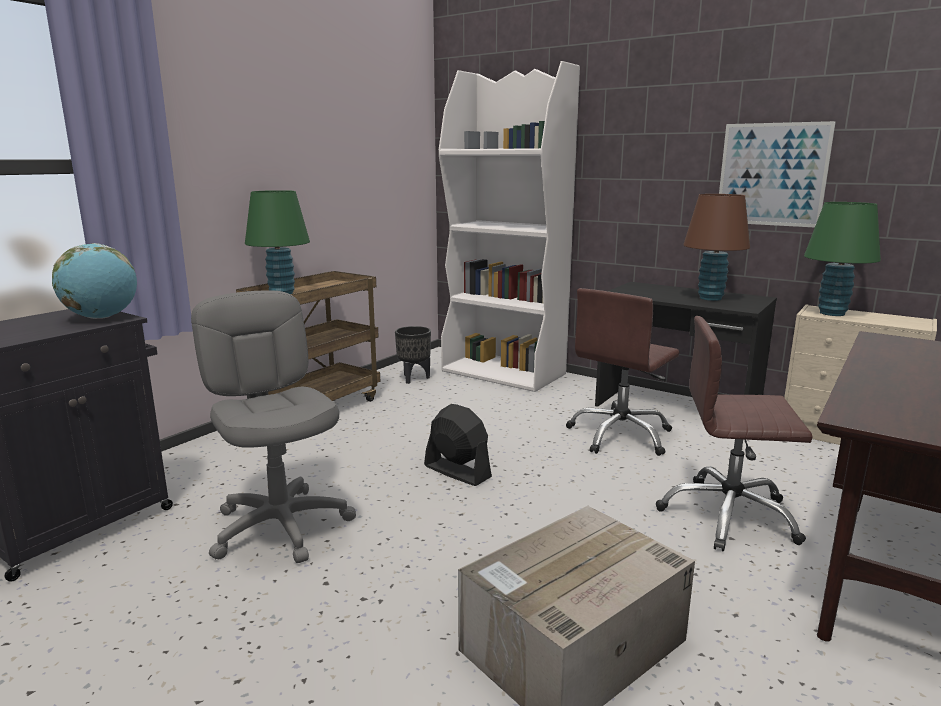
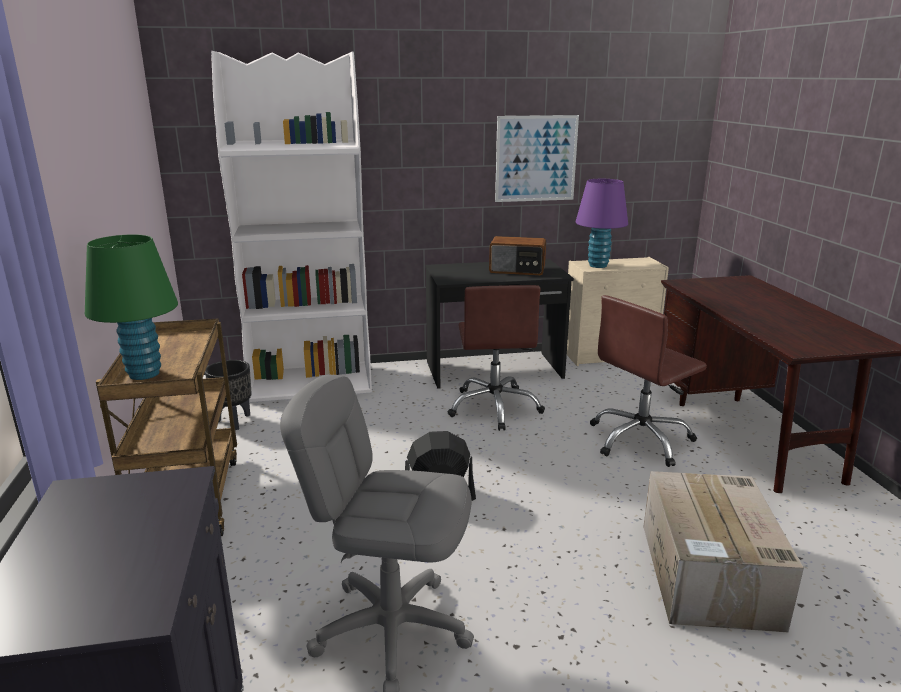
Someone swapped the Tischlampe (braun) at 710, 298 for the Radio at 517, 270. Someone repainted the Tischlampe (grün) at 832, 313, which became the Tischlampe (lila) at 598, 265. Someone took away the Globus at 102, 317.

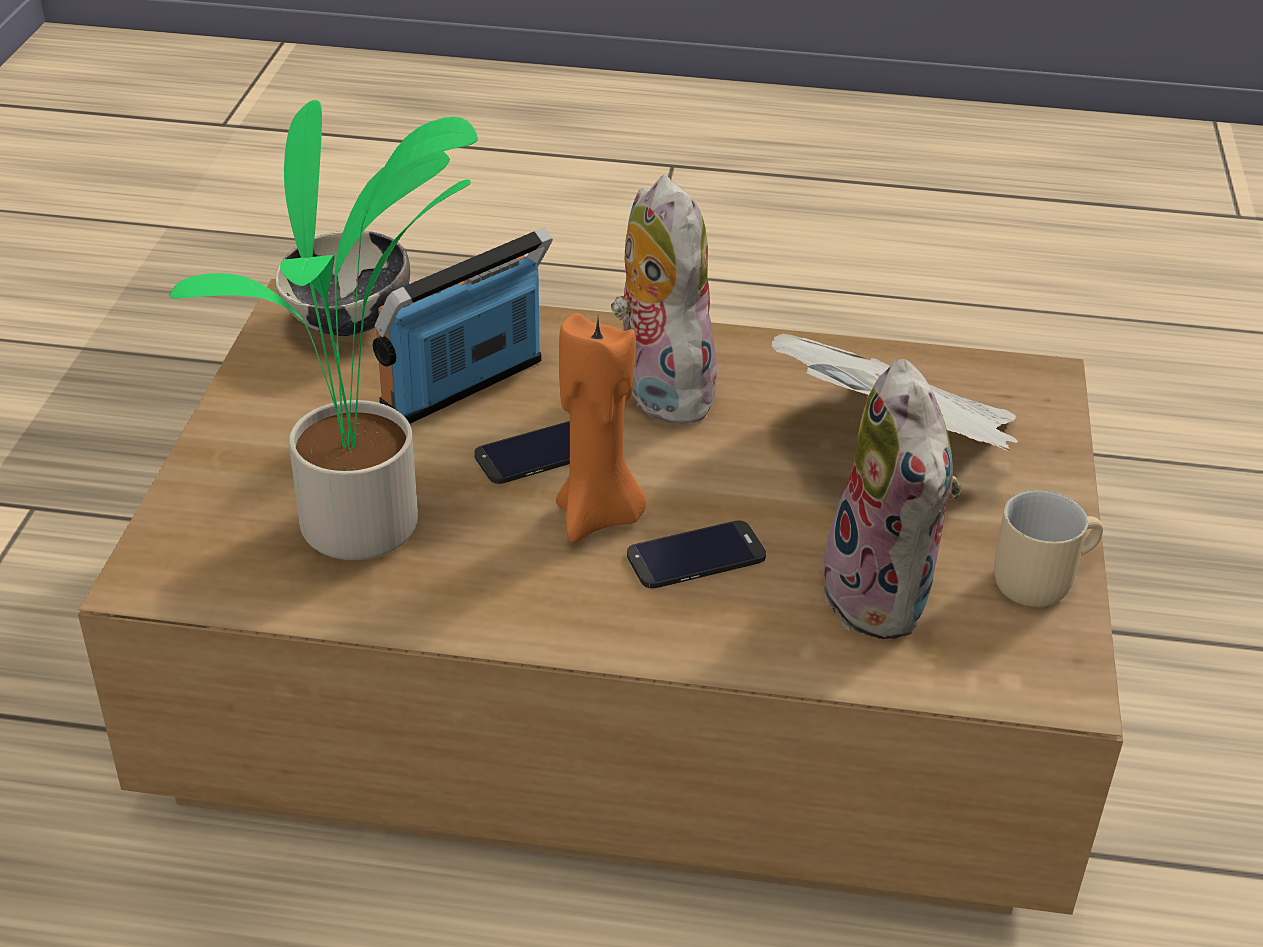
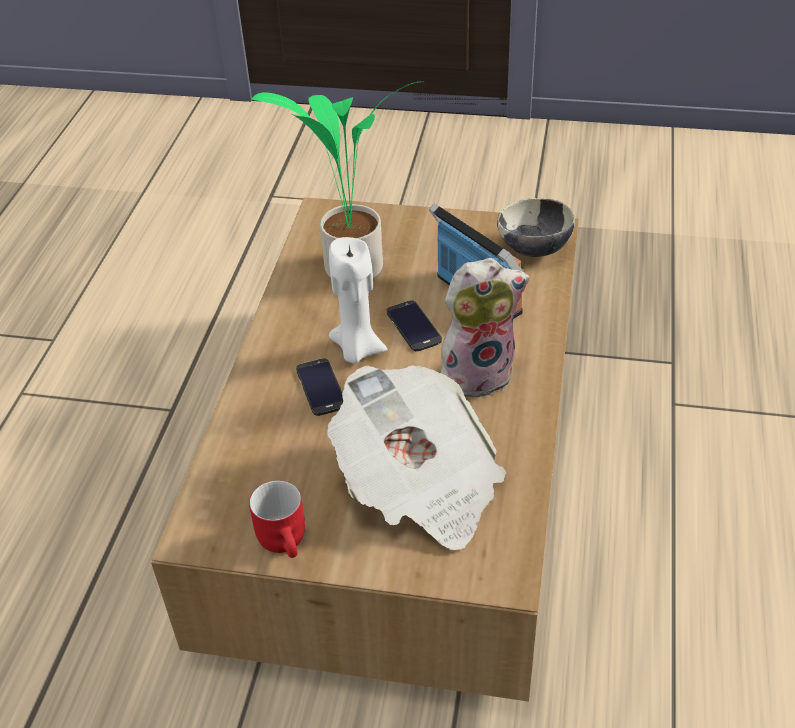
Someone repainted the Henkelbecher (beige) at 1038, 577, which became the Henkelbecher (rot) at 287, 540. Someone repainted the Kerze (orange) at 598, 516, which became the Kerze (weiß) at 357, 350. Someone took away the Plüschtier at 886, 597.

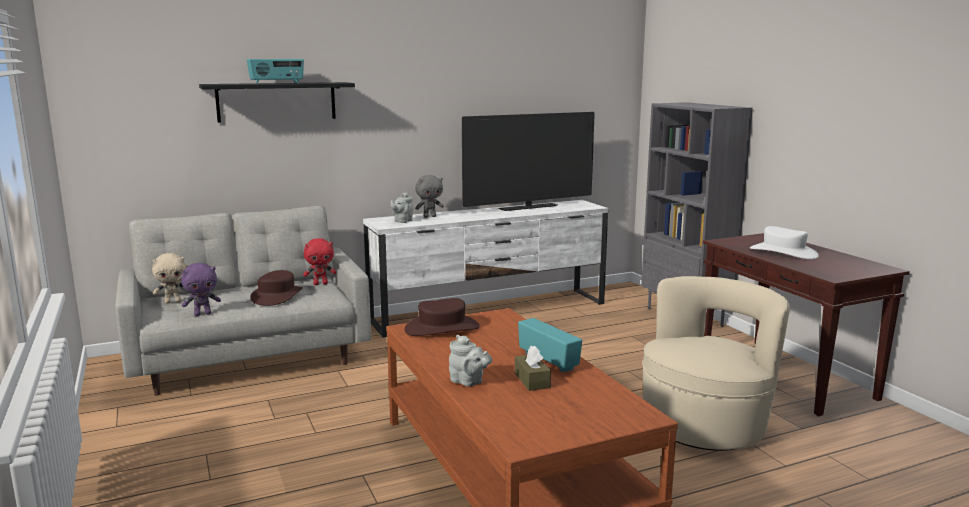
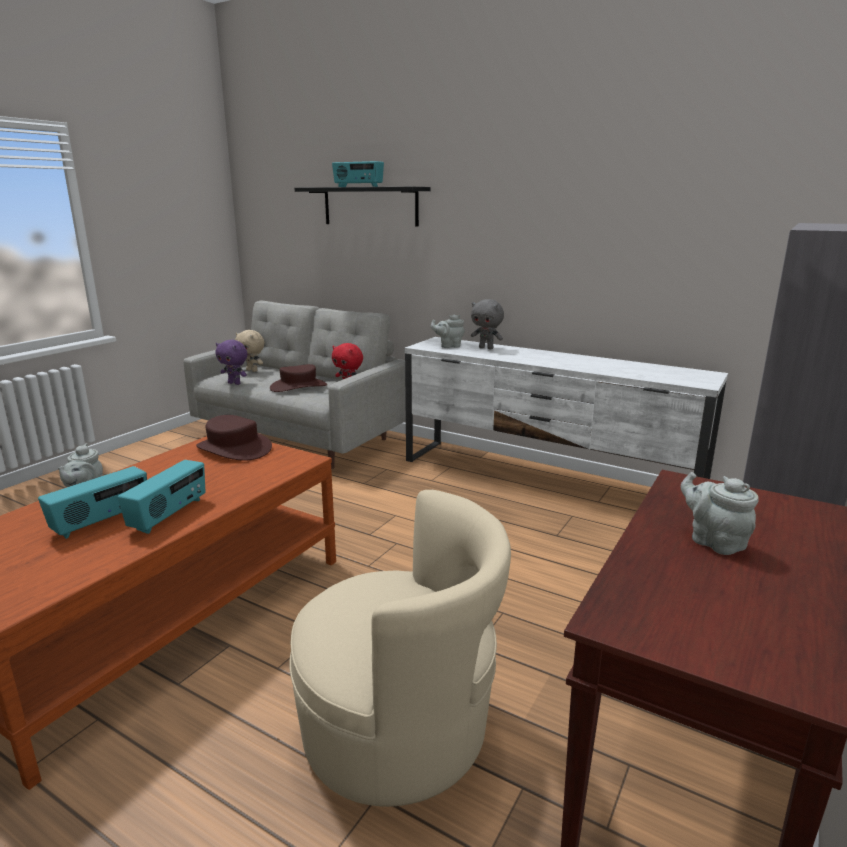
Someone swapped the Taschentuchbox (braun) at 532, 380 for the Radio at 102, 521. Someone swapped the Hut (weiß) at 783, 252 for the Teekanne (grau) at 714, 541. Someone took away the Fernseher at 528, 207.

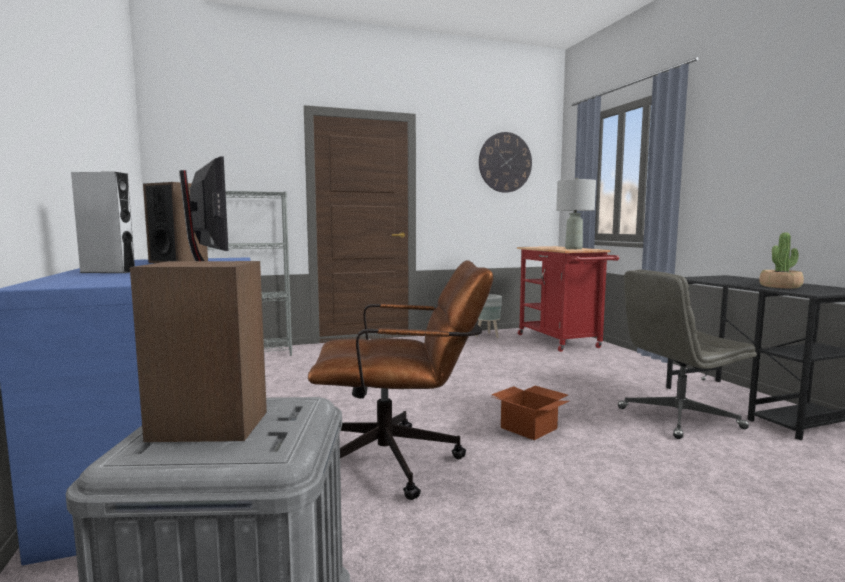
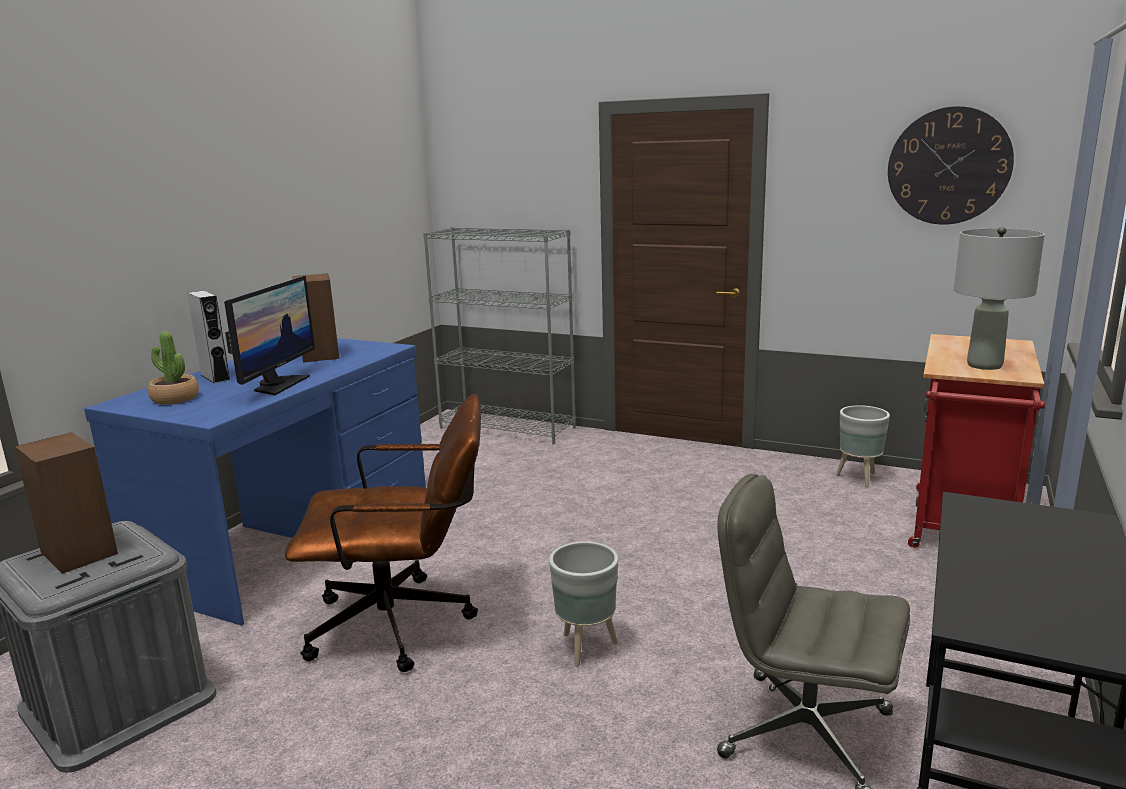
Someone carried the Topfpflanze from 780, 286 to 175, 398. Someone rotated the Bürostuhl (braun) at 400, 462 by 45 degrees counterclockwise. Someone swapped the Karton at 530, 428 for the Pflanzkübel (grau) at 587, 648.

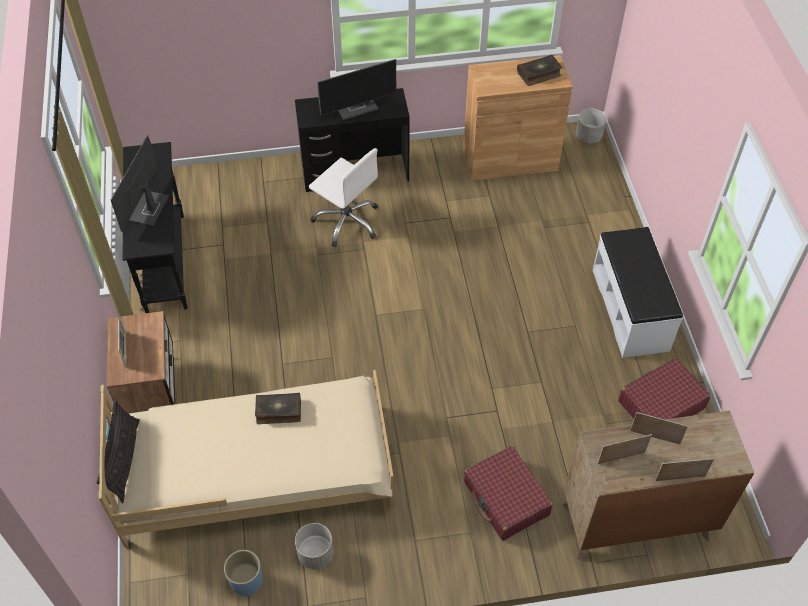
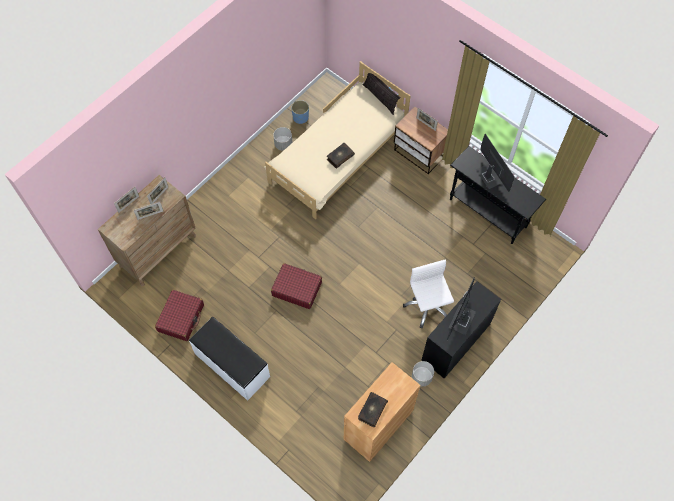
Someone carried the Koffer (rot) from 506, 499 to 296, 289. Someone rotated the Bürostuhl (weiß) at 347, 221 by 75 degrees clockwise. Someone carried the Pflanzkübel (grau) from 588, 136 to 421, 377.

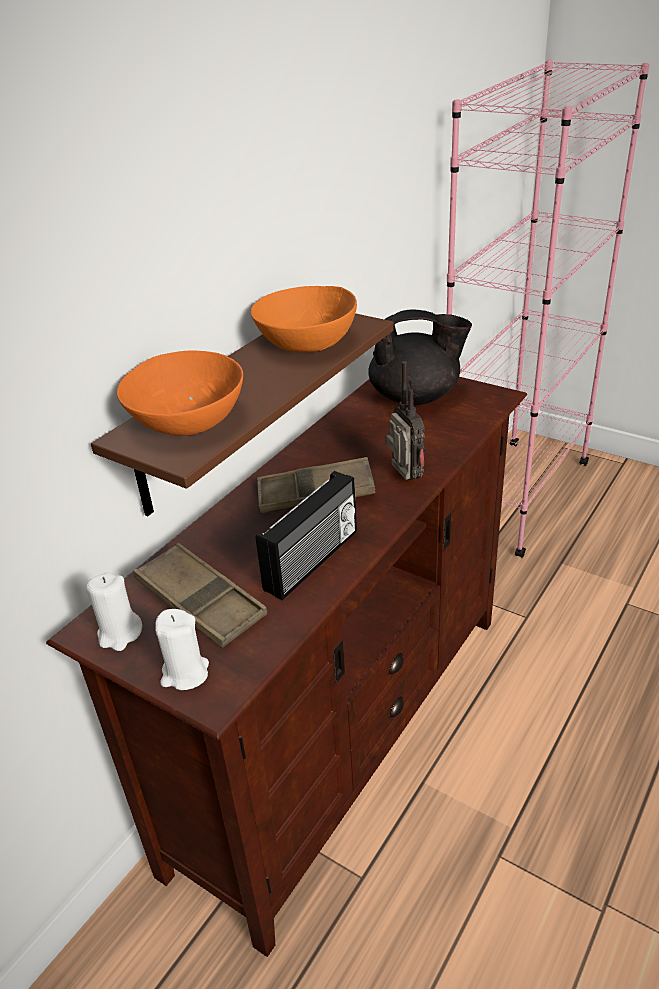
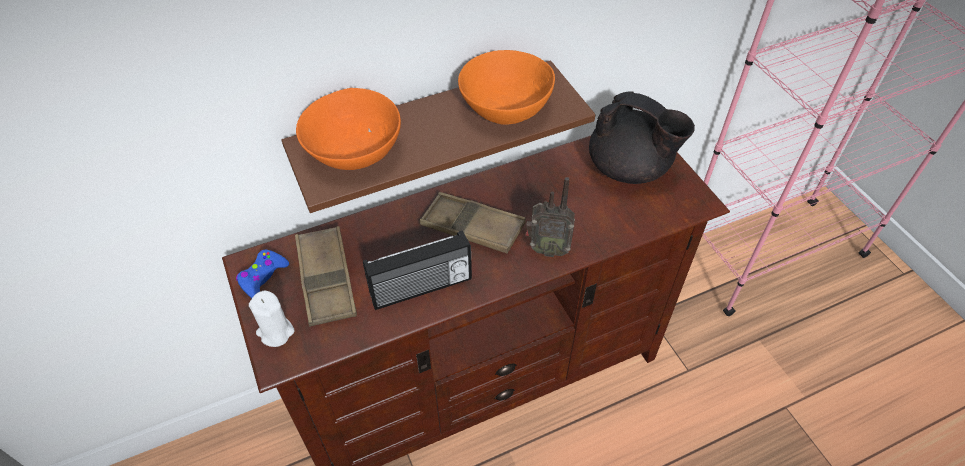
Someone swapped the Kerze (weiß) at 119, 634 for the Gamepad (blau) at 263, 277. Someone rotated the Radio at 404, 479 by 90 degrees clockwise.

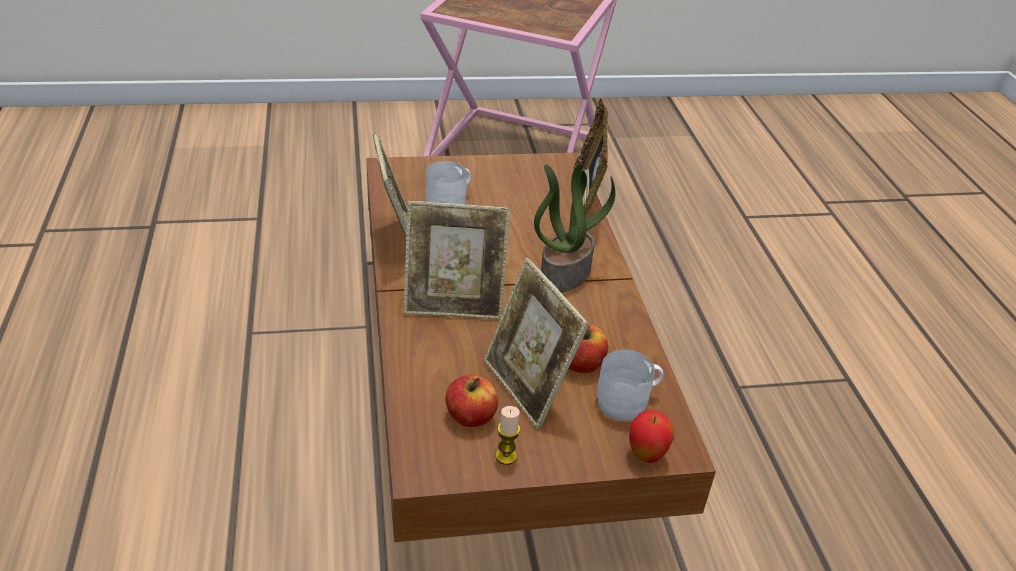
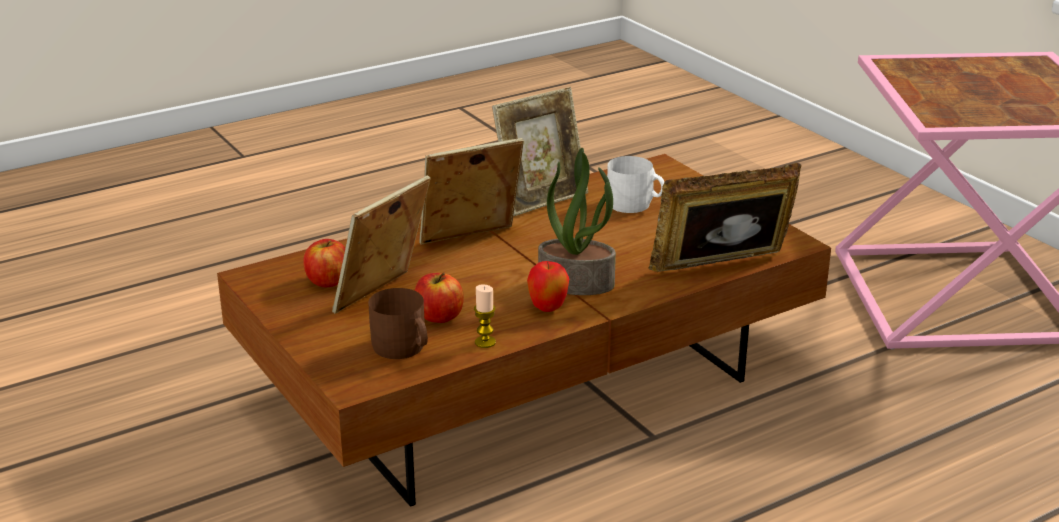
Someone repainted the Henkelbecher (weiß) at 628, 402, which became the Henkelbecher (braun) at 403, 349. Someone rotated the Bilderrahmen at 454, 305 by 90 degrees clockwise. Someone carried the Kerze from 506, 456 to 485, 342. Someone carried the Apfel from 646, 455 to 547, 309.

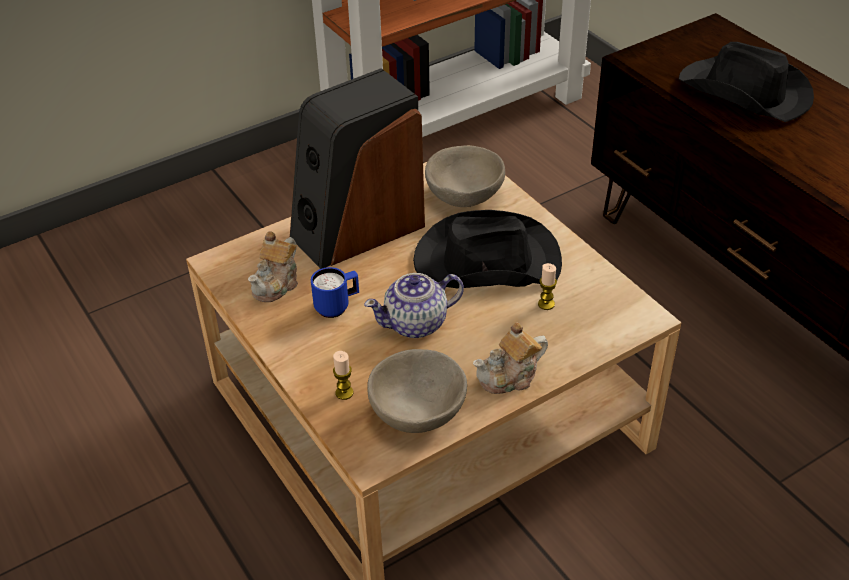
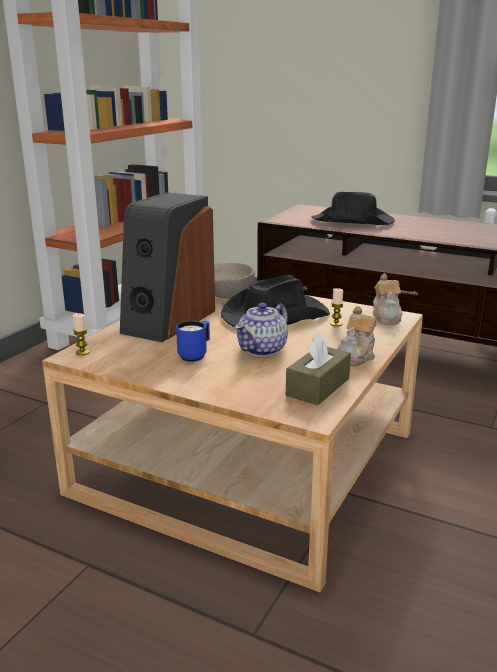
Someone carried the Kerze from 344, 393 to 82, 352. Someone swapped the Schüssel (beige) at 418, 413 for the Taschentuchbox (braun) at 318, 387. Someone carried the Teekanne from 277, 284 to 387, 317.

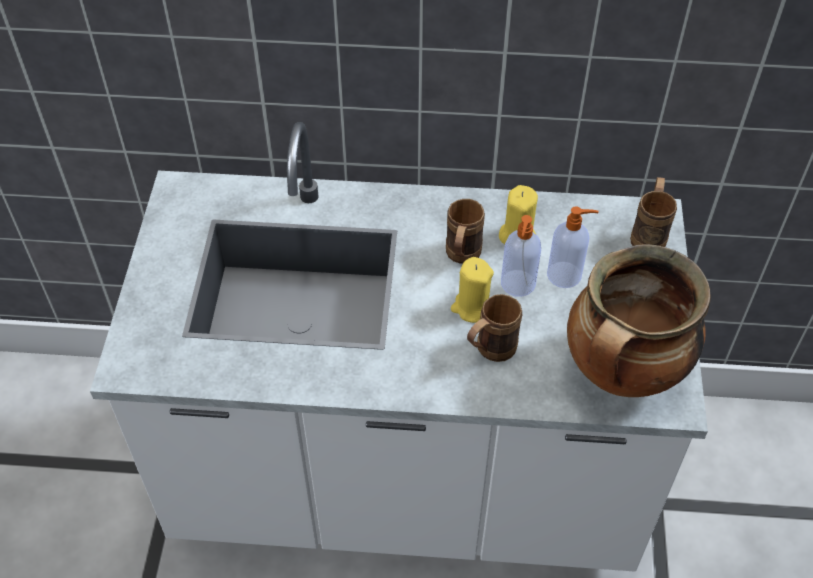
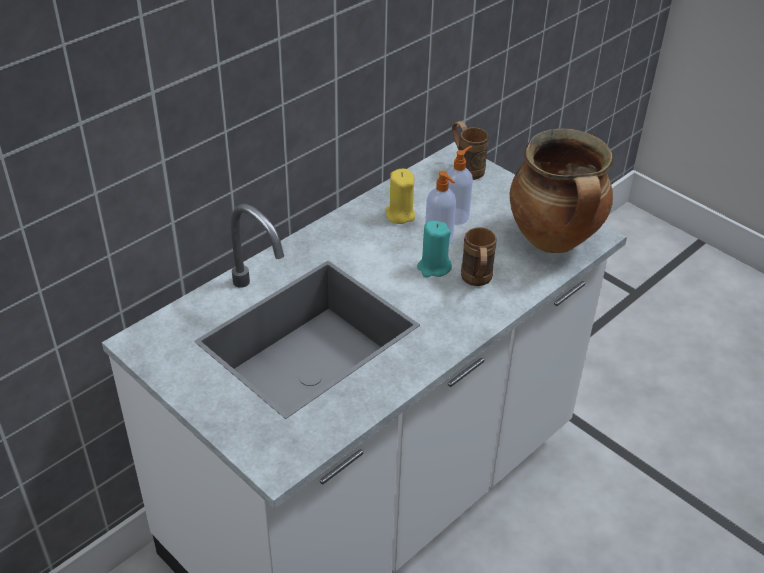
Someone repainted the Kerze (gelb) at 472, 307, which became the Kerze (türkis) at 433, 267. Someone took away the Henkelbecher (braun) at 461, 257.

